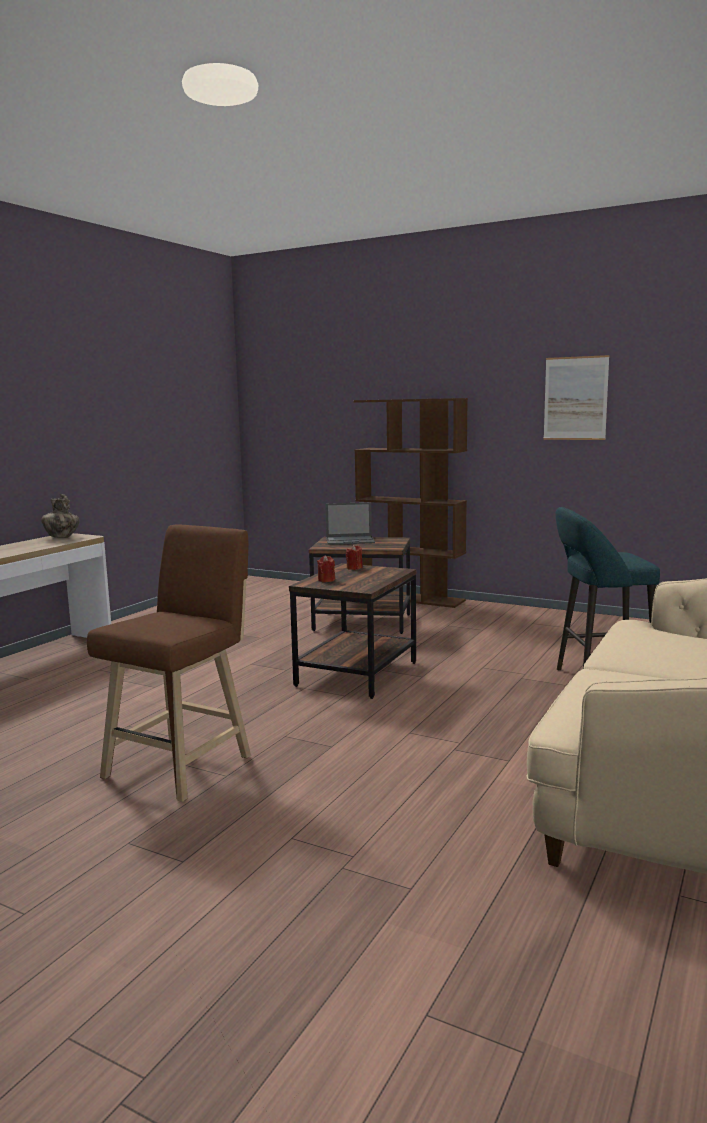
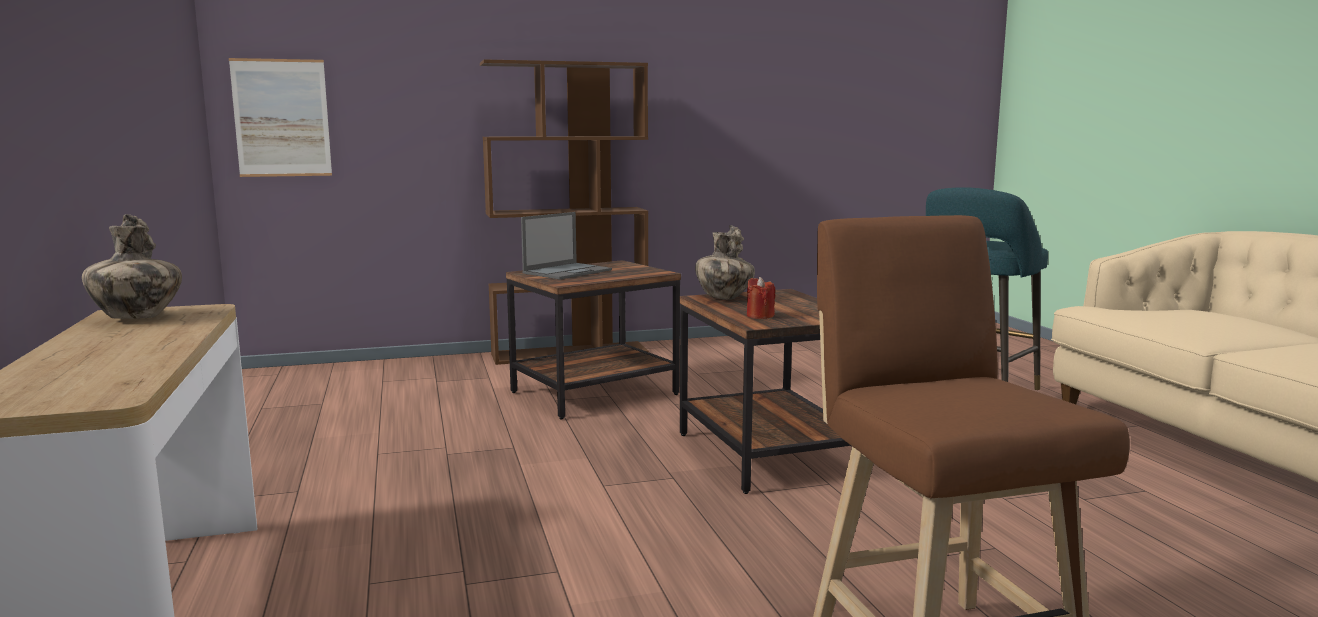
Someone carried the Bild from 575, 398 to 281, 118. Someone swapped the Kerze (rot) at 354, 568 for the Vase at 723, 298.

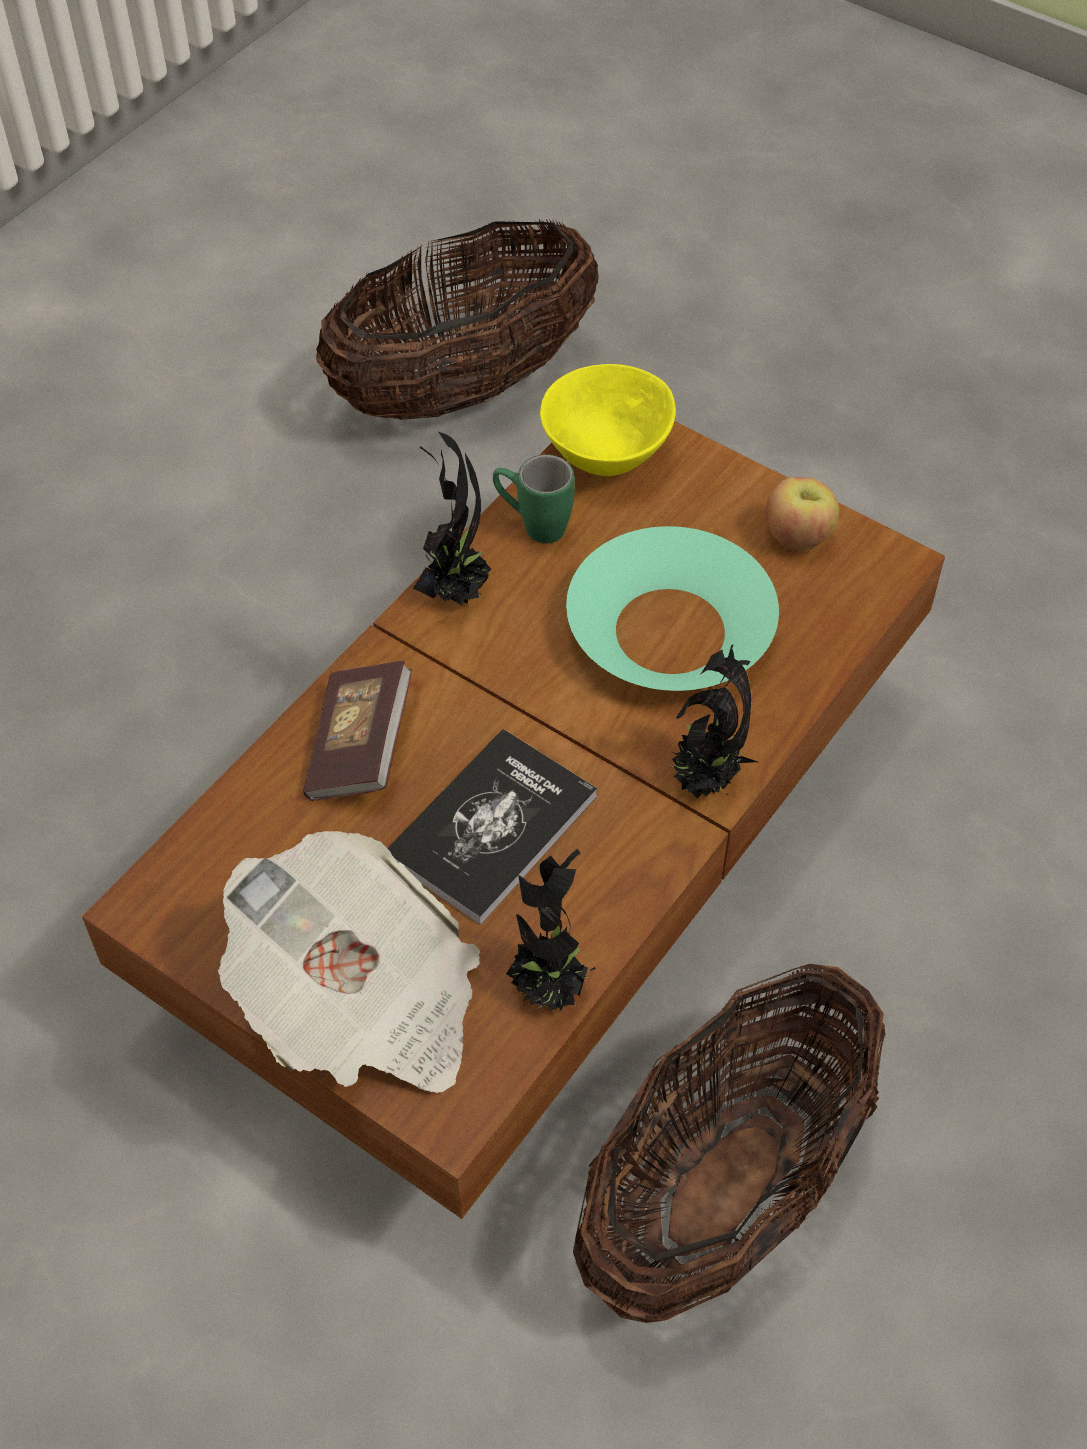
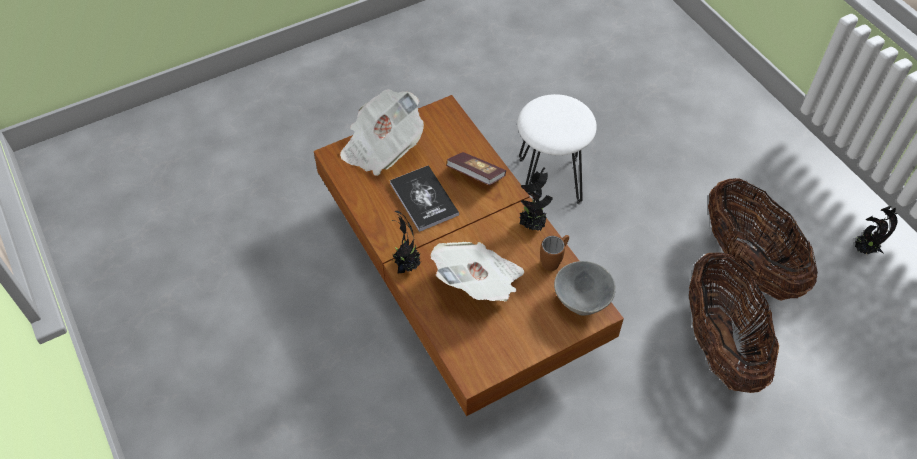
Someone swapped the Schüssel (türkis) at 669, 630 for the Zeitung at 479, 283. Someone put down the Hocker (weiß) at 549, 180. Someone repainted the Henkelbecher (grün) at 532, 525, which became the Henkelbecher (braun) at 554, 261. Someone repainted the Schüssel (gelb) at 604, 453, which became the Schüssel (grau) at 583, 300. Someone carried the Korb from 723, 1189 to 748, 263. Someone carried the Topfpflanze from 551, 989 to 864, 250. Someone took away the Apfel at 798, 536.

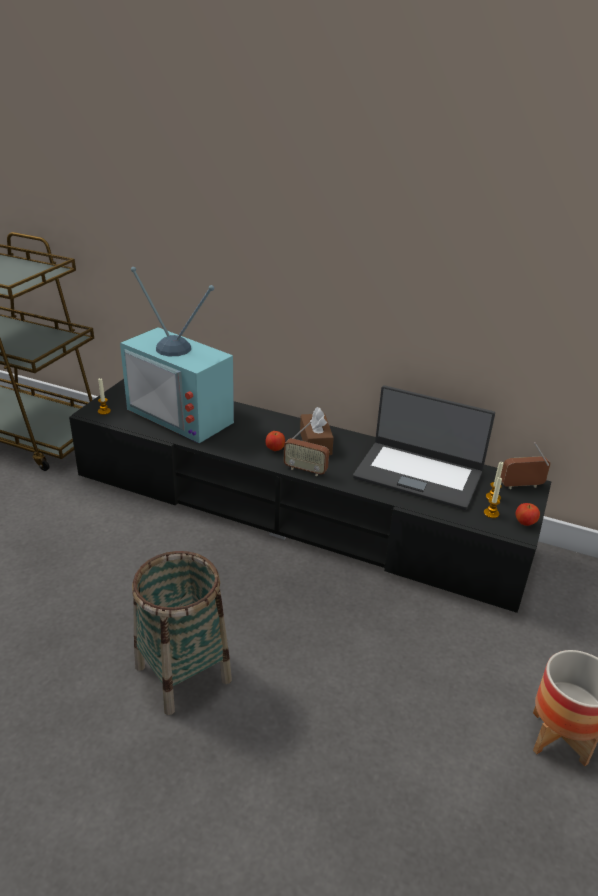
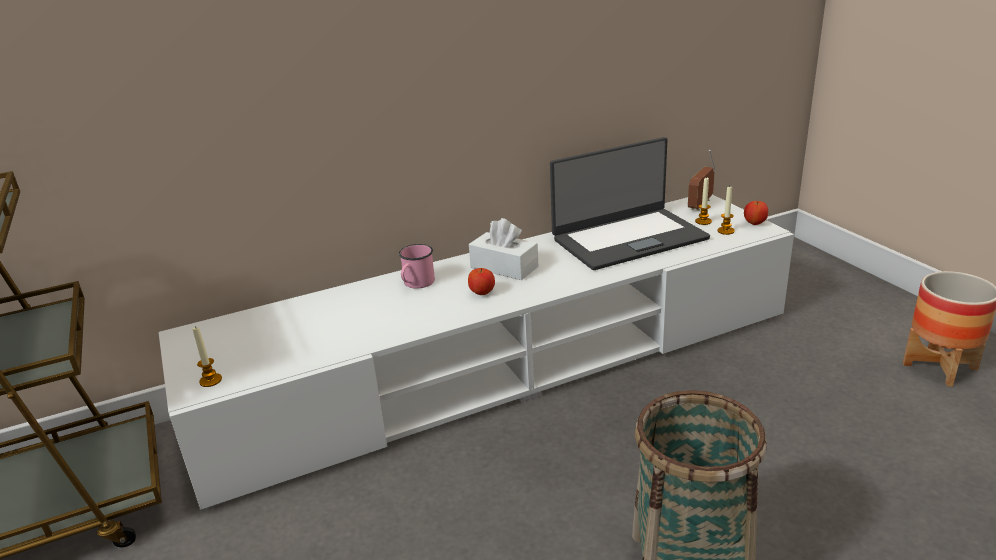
Someone repainted the Fernsehschrank (schwarz) at 297, 511, which became the Fernsehschrank (weiß) at 505, 366. Someone put down the Henkelbecher (rosa) at 416, 284. Someone repainted the Taschentuchbox (braun) at 315, 443, which became the Taschentuchbox (weiß) at 504, 267. Someone took away the Fernseher at 185, 414. Someone took away the Radio at 305, 470.

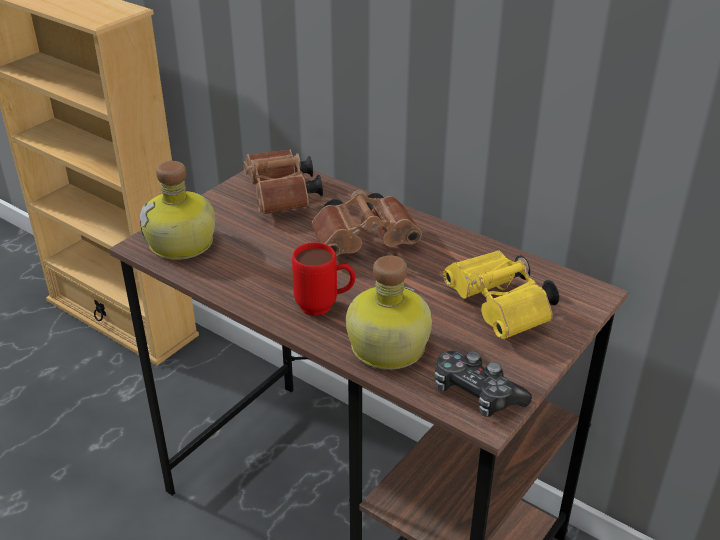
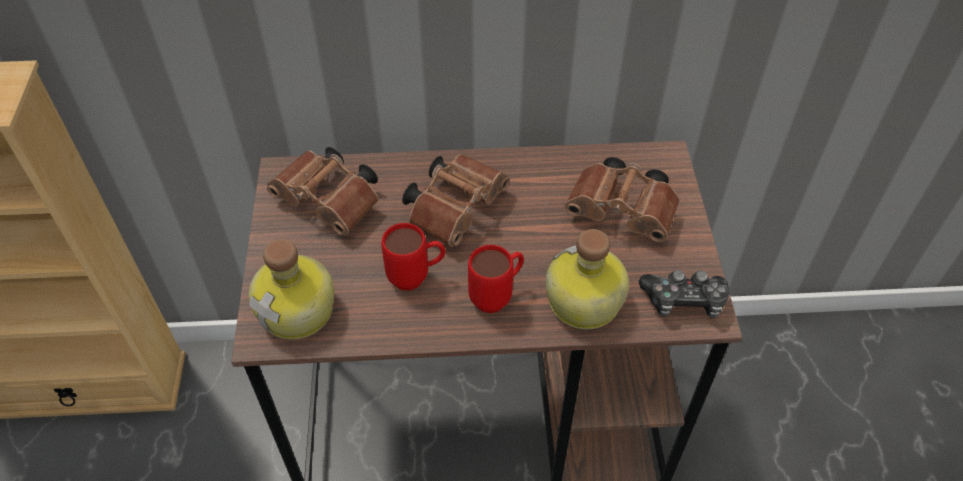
Someone put down the Henkelbecher (rot) at 416, 278. Someone repainted the Fernglas (gelb) at 501, 310, which became the Fernglas (braun) at 624, 213.

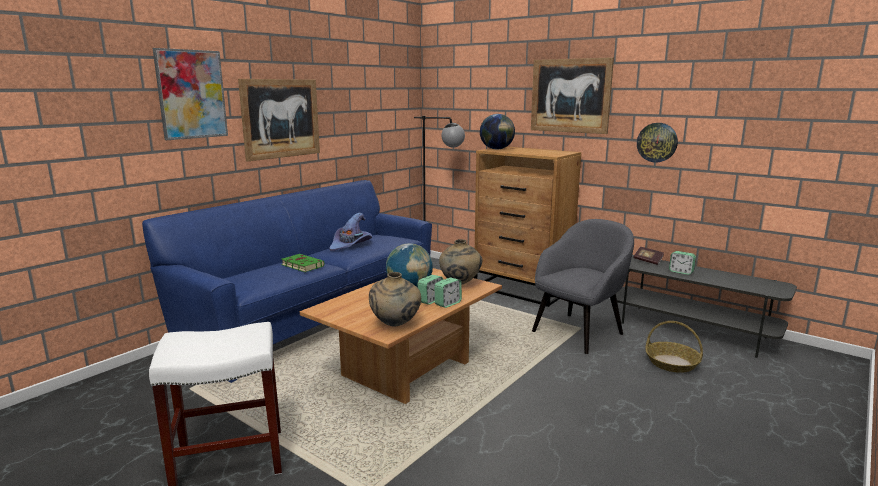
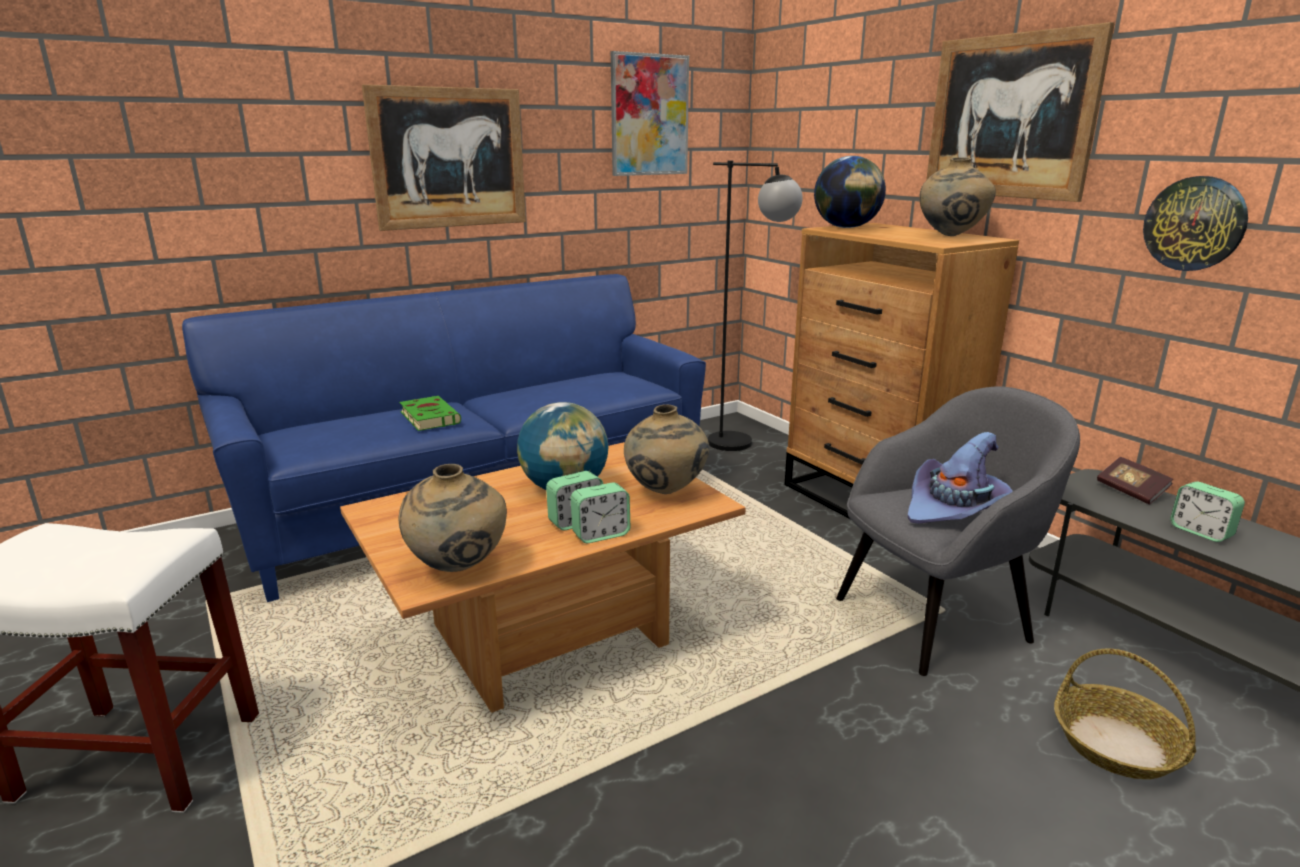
Someone carried the Bild from 191, 94 to 649, 115. Someone carried the Hut (lila) from 351, 245 to 956, 508. Someone put down the Vase (beige) at 951, 236.

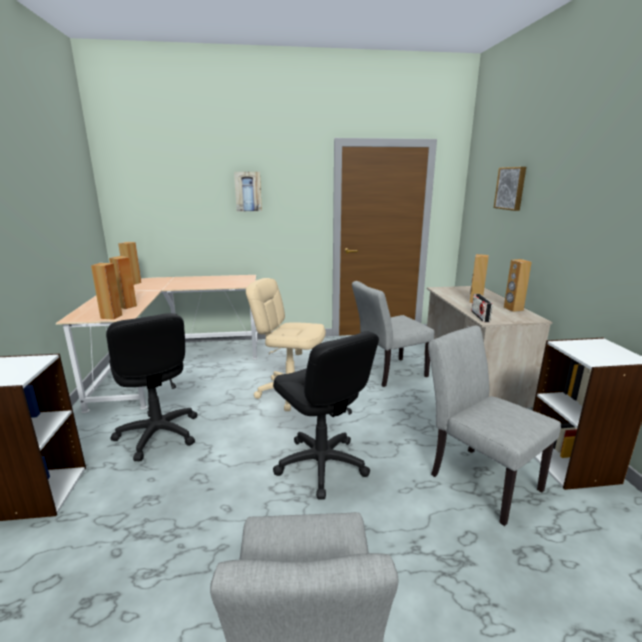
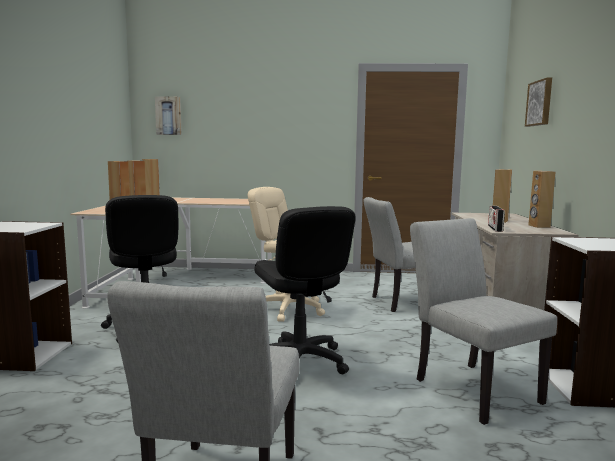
Someone carried the Bild from 248, 191 to 168, 116.

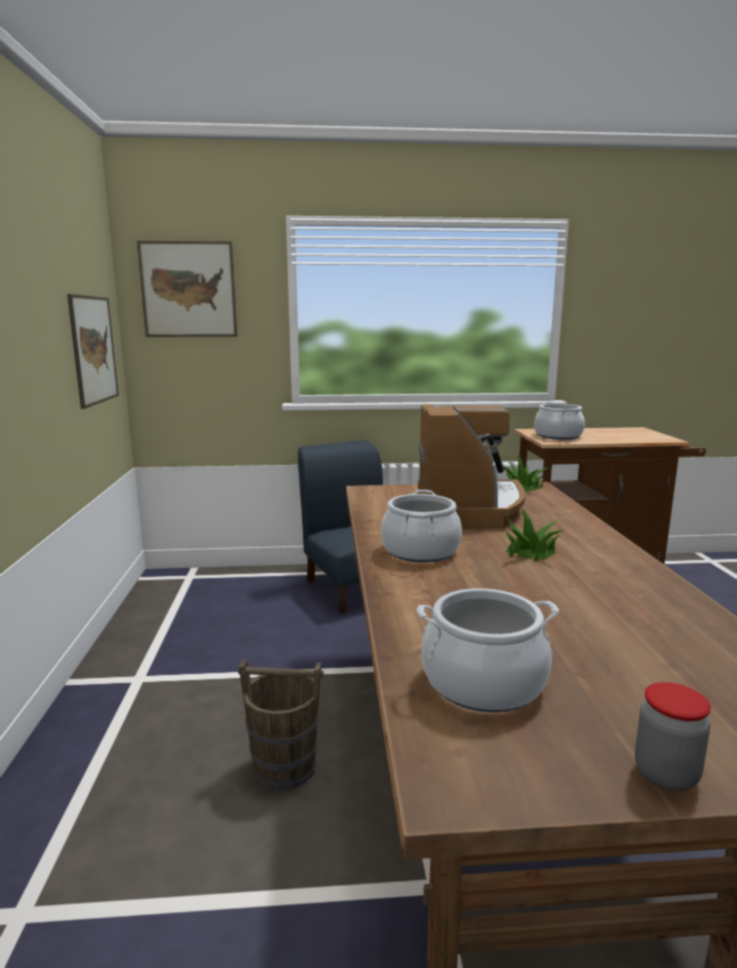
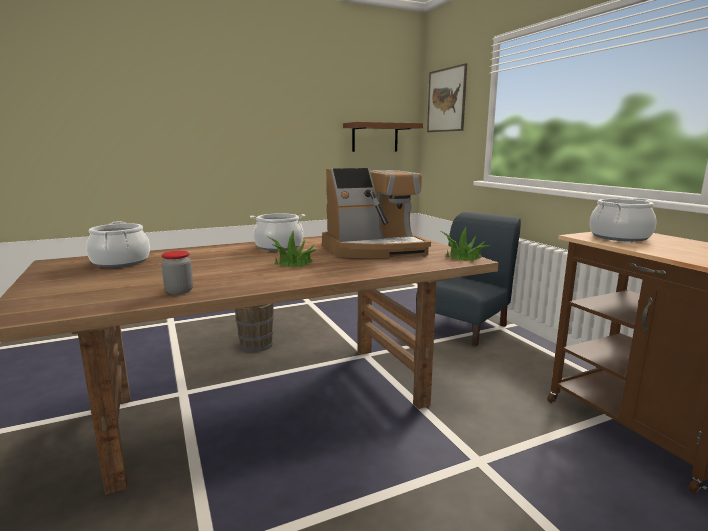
Someone carried the Vorratsglas from 666, 775 to 179, 291. Someone swapped the Bild at 93, 350 for the Wandregal (braun) at 375, 137.

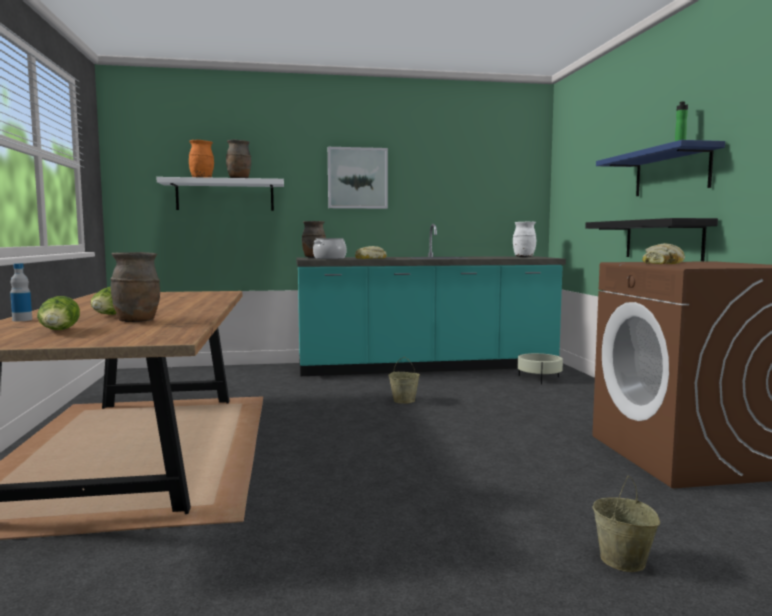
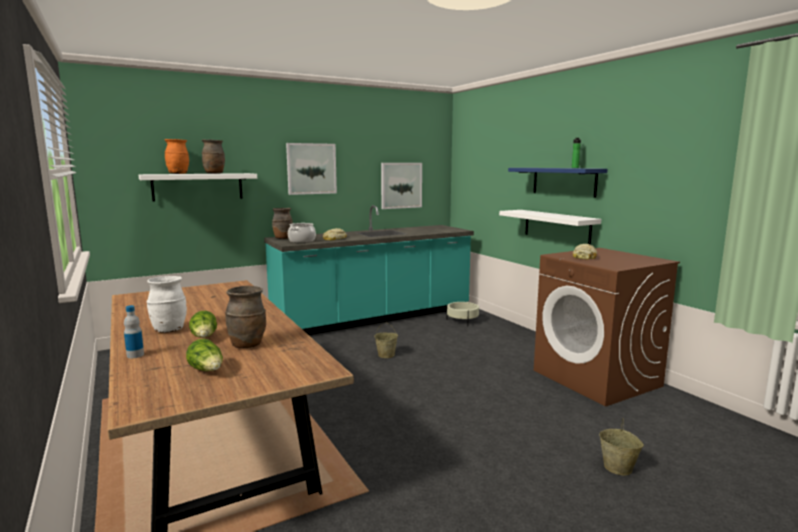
Someone carried the Vase (weiß) from 523, 257 to 169, 330. Someone put up the Bild at 401, 185. Someone repainted the Wandregal (schwarz) at 663, 239, which became the Wandregal (weiß) at 556, 226.

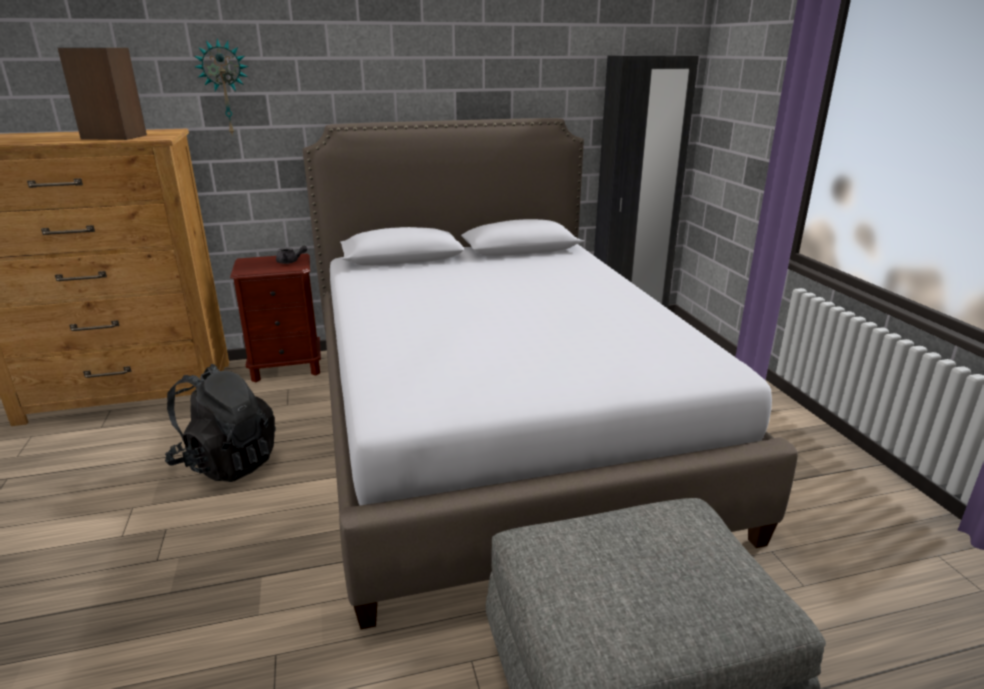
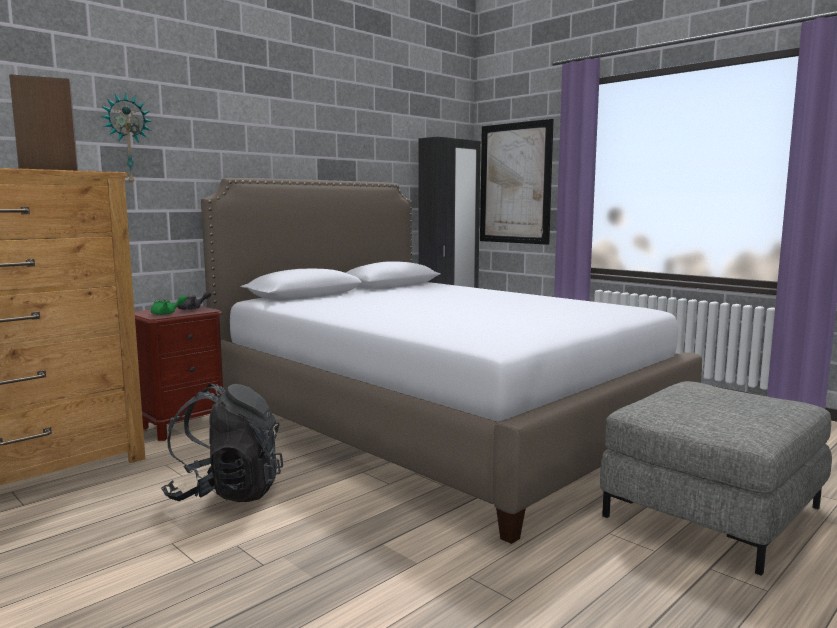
Someone put down the Teekanne (grün) at 167, 313. Someone put up the Bild at 514, 183.

